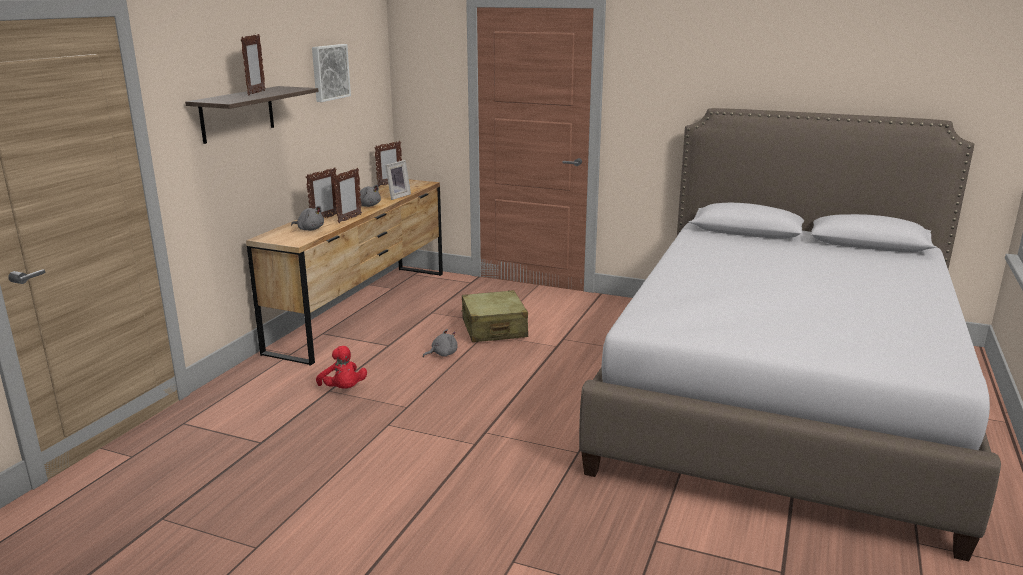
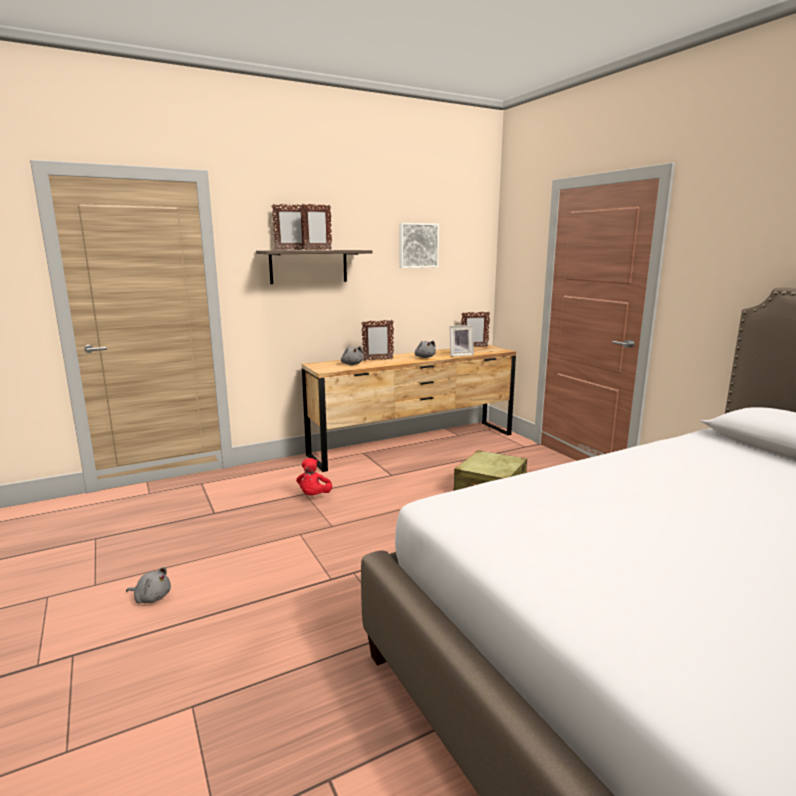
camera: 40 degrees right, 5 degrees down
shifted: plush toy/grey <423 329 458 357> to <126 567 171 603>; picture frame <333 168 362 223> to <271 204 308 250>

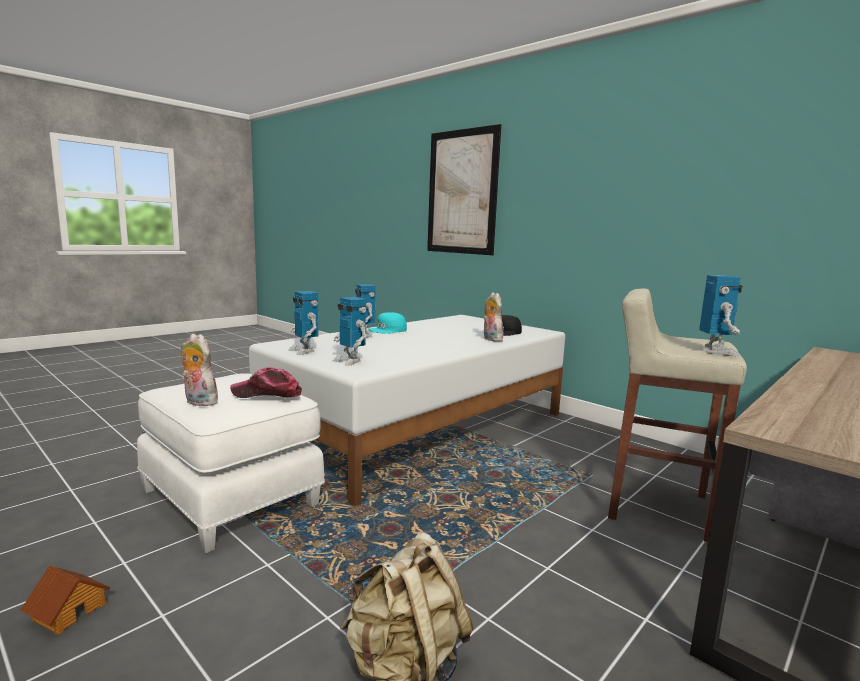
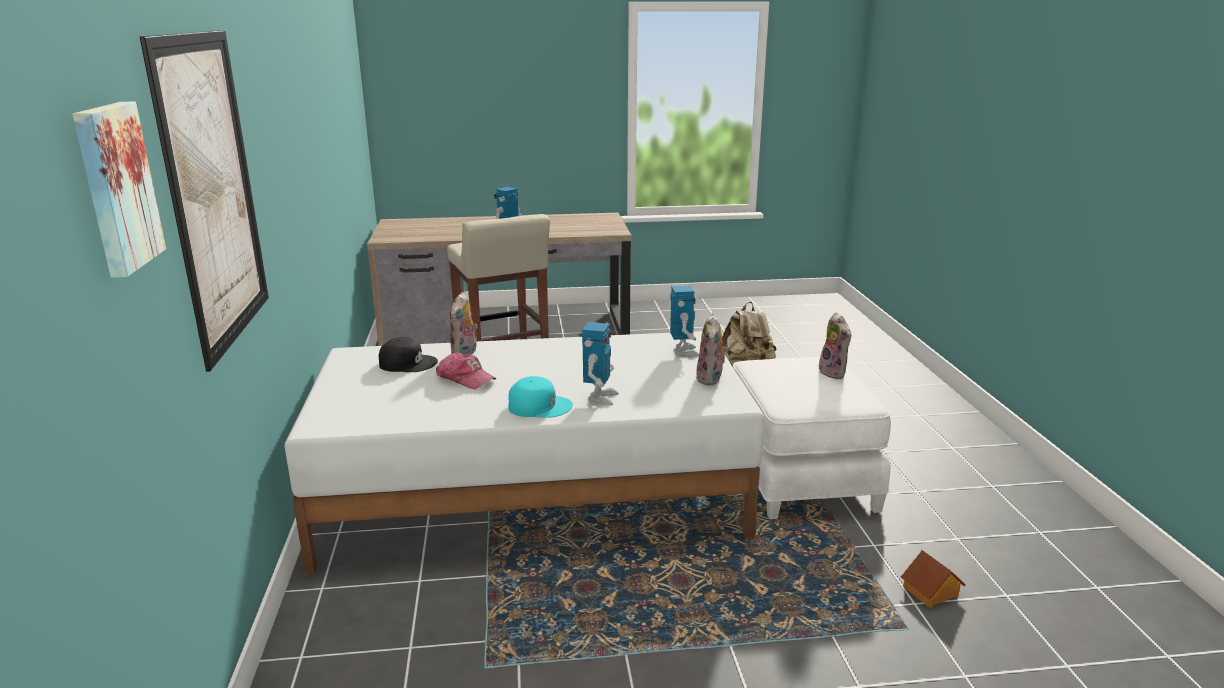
camera: 140 degrees left, 10 degrees up
new: picture <73 102 166 278>
shifted: cap <230 367 302 398> to <436 352 496 389>; toy house <21 565 111 634> to <901 550 966 608>
swapped: toy robot <288 291 319 355> to plush toy <696 313 728 385>

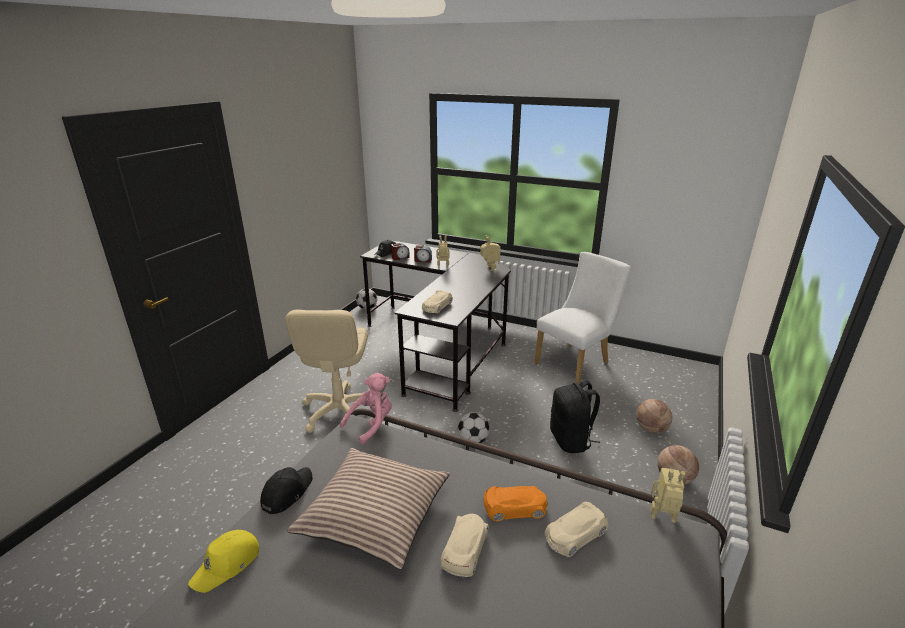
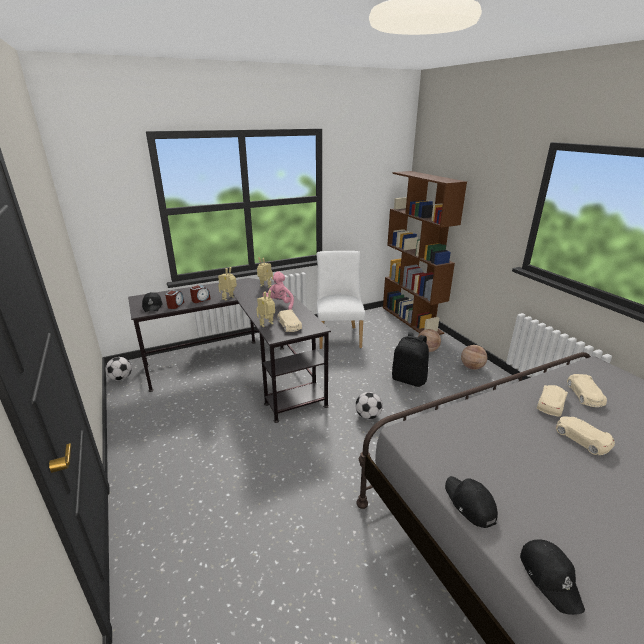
camera: 50 degrees left, 0 degrees up
gone: office chair/beige <285 310 368 433>; pillow <287 448 450 570>
new: bookcase/brown <383 171 467 335>
shifted: toy robot <651 468 686 523> to <257 290 275 327>; plush toy/pink <340 373 392 445> to <263 272 294 310>
repainted: cap/yellow <188 530 259 593> to cap/black <520 540 585 615>; toy car/orange <484 486 548 522> to toy car/beige <537 385 568 417>

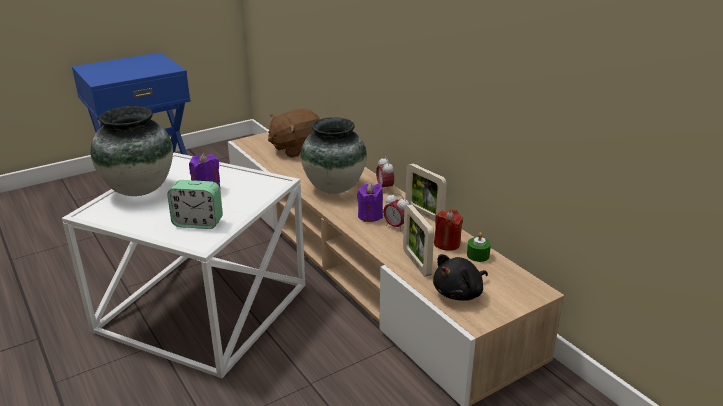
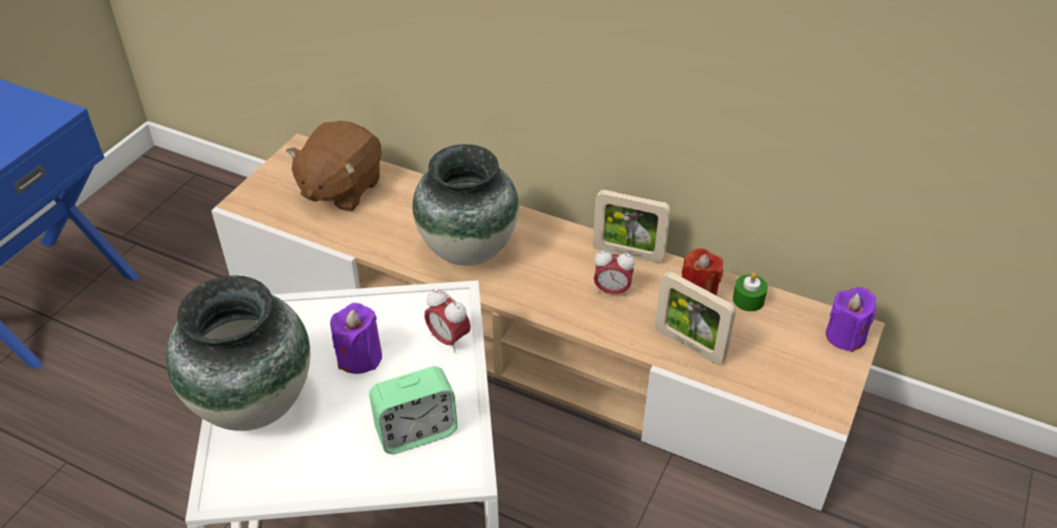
camera: 30 degrees left, 15 degrees up
gone: plush toy/black <433 254 488 301>
shifted: alarm clock <376 156 394 193> to <424 289 471 352>; candle/purple <357 183 383 222> to <826 287 876 352>

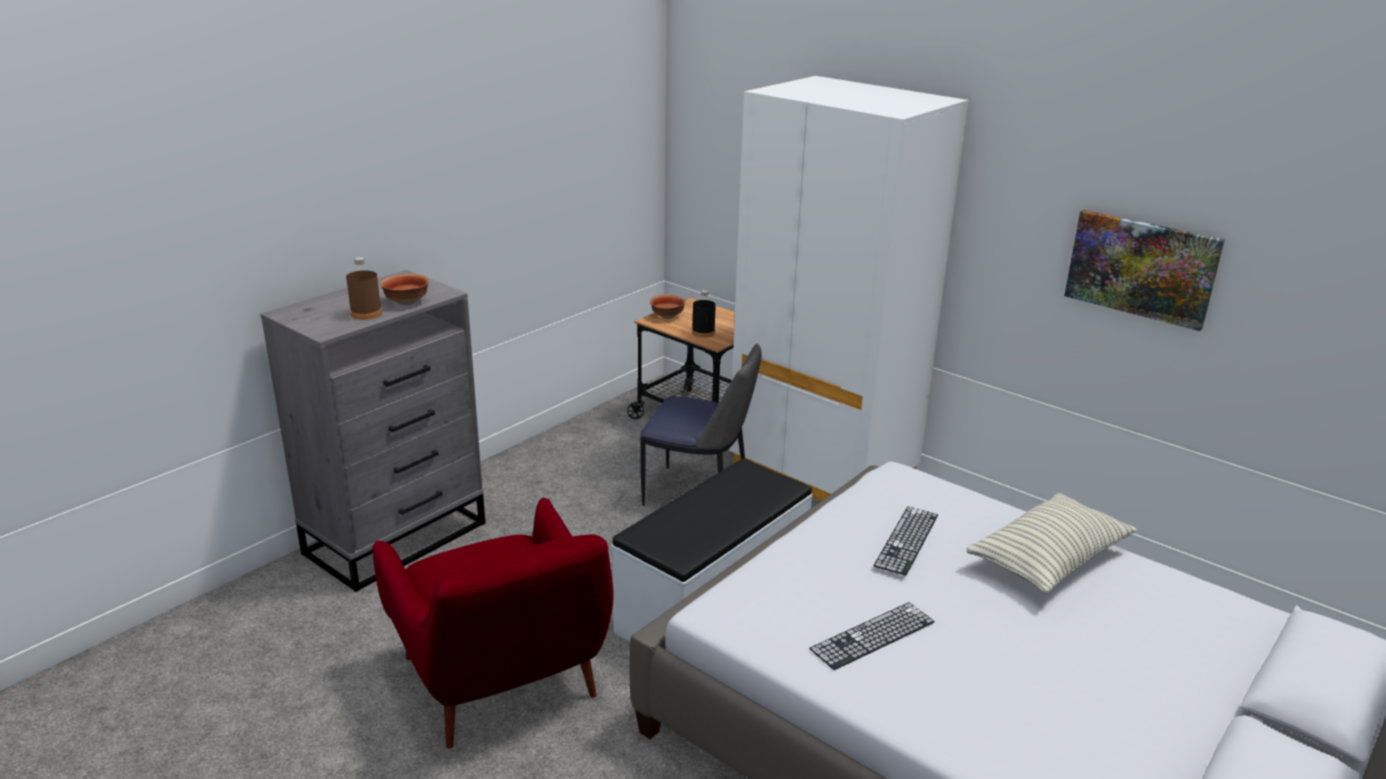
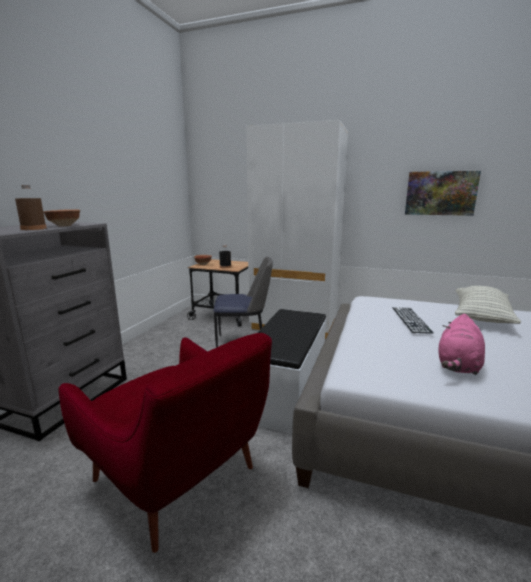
camera: 20 degrees left, 10 degrees down
swapped: keyboard <809 602 935 670> to plush toy/pink <438 314 485 375>

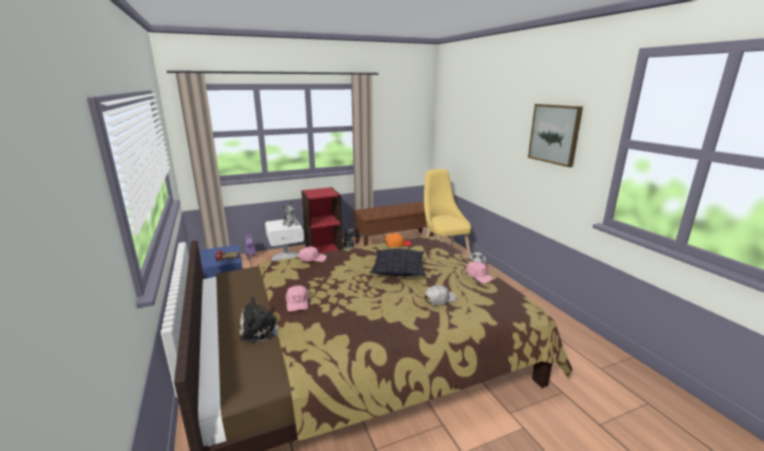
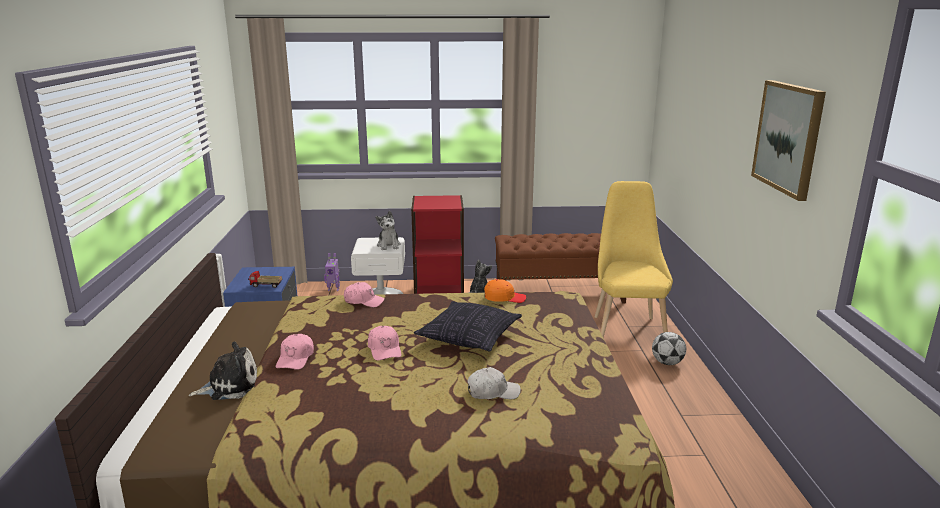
camera: 20 degrees right, 0 degrees up
shifted: cap/pink <466 262 494 283> to <368 326 401 361>
rotated: plush toy <239 296 279 342> = <189 341 257 400> 150 degrees clockwise

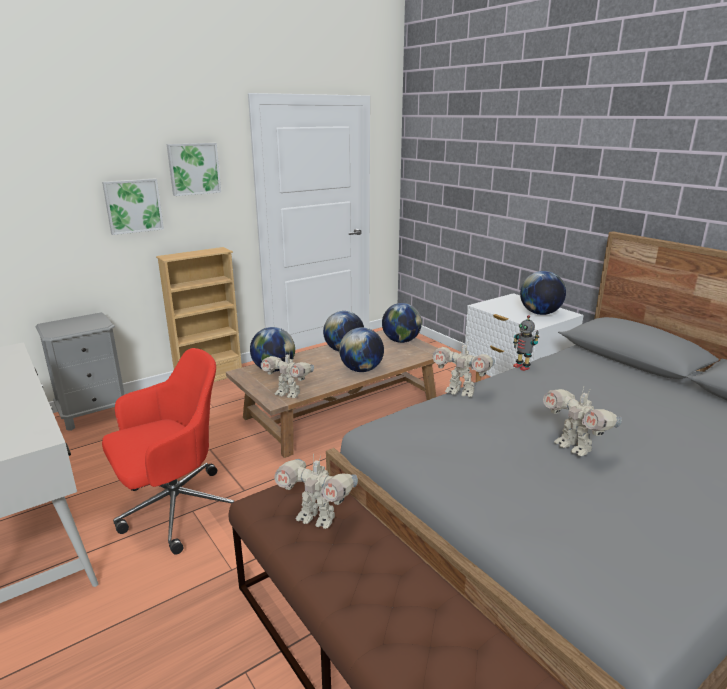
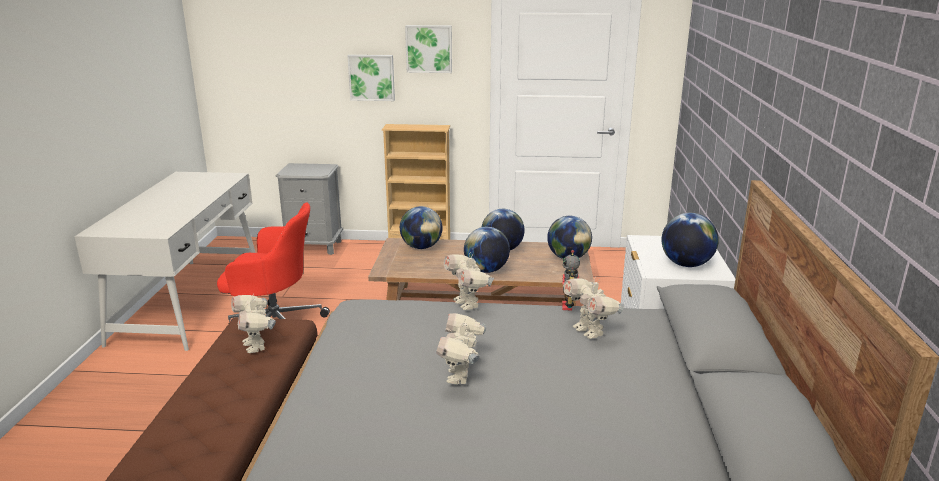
camera: 40 degrees right, 0 degrees up
shifted: toy robot <261 350 314 398> to <563 276 624 339>

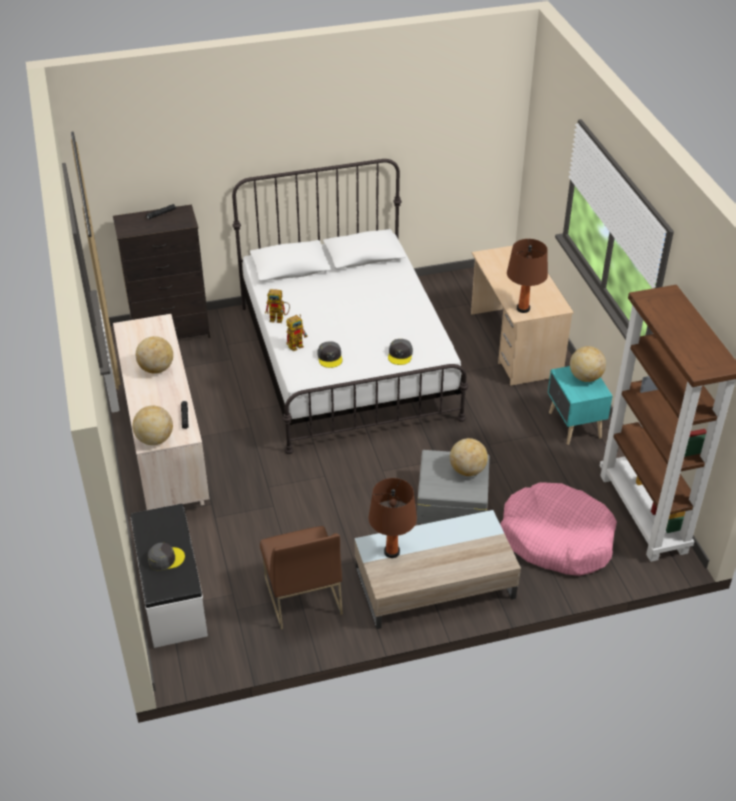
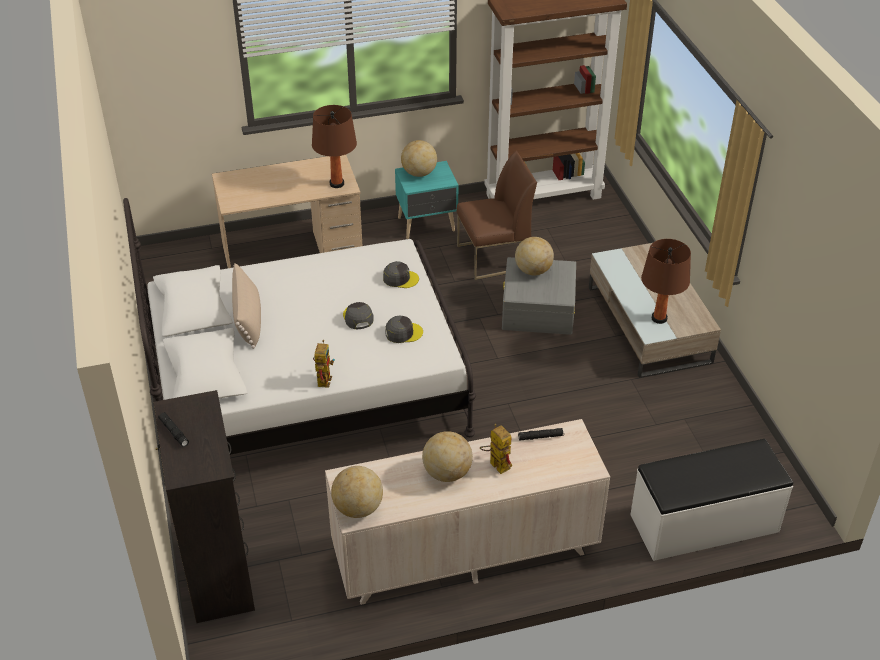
camera: 90 degrees left, 0 degrees up
gone: dog bed/pink <500 482 617 576>
new: pillow/beige <232 263 261 349>
shifted: globe <132 406 173 445> to <331 466 383 518>; cap/grey <148 543 185 571> to <343 302 374 329>; chair/brown <260 526 343 630> to <457 151 537 280>; toy robot <286 314 308 351> to <480 424 512 474>

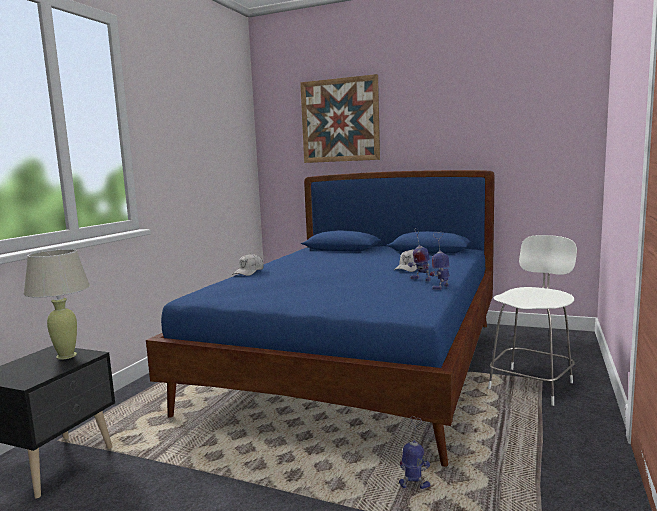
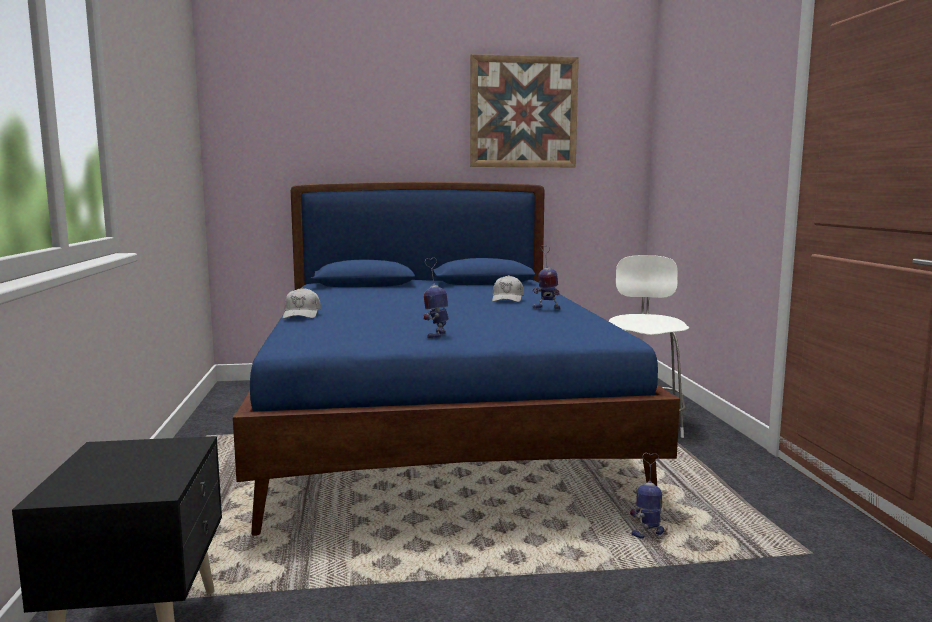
camera: 30 degrees left, 0 degrees up
gone: table lamp/beige <24 249 90 360>
shifted: toy robot <430 232 450 290> to <423 258 449 339>; picture <300 74 380 163> to <470 54 579 167>

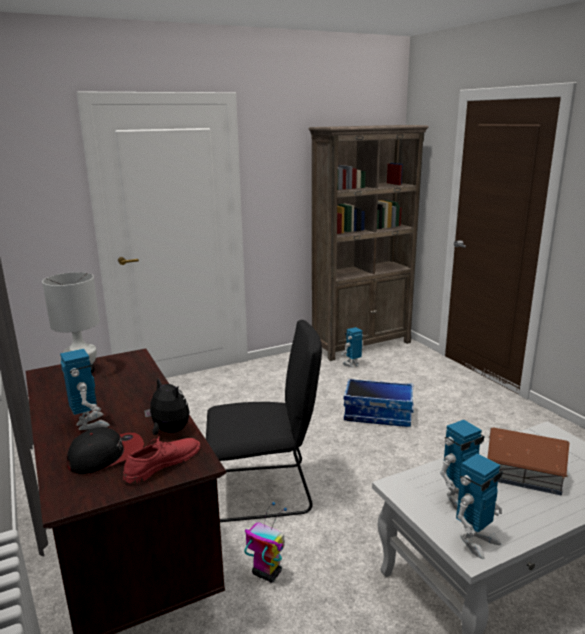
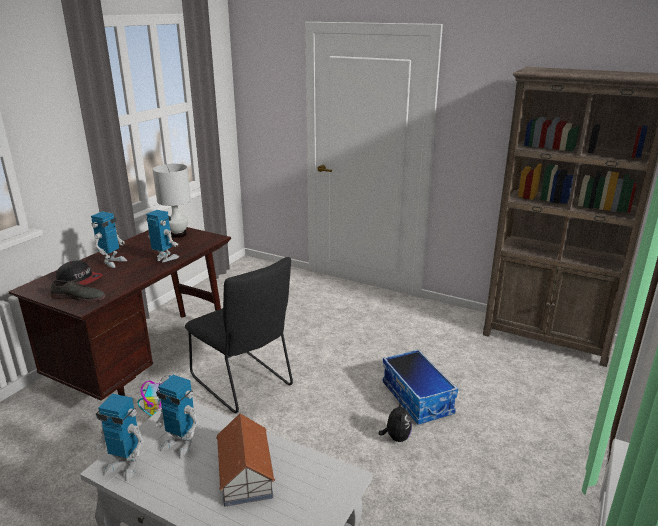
camera: 55 degrees right, 5 degrees up
shifted: toy robot <341 327 364 368> to <146 210 179 262>; plush toy <144 378 189 435> to <378 401 412 442>
repainted: shoe/red <123 436 200 485> to shoe/grey <50 279 106 302>

